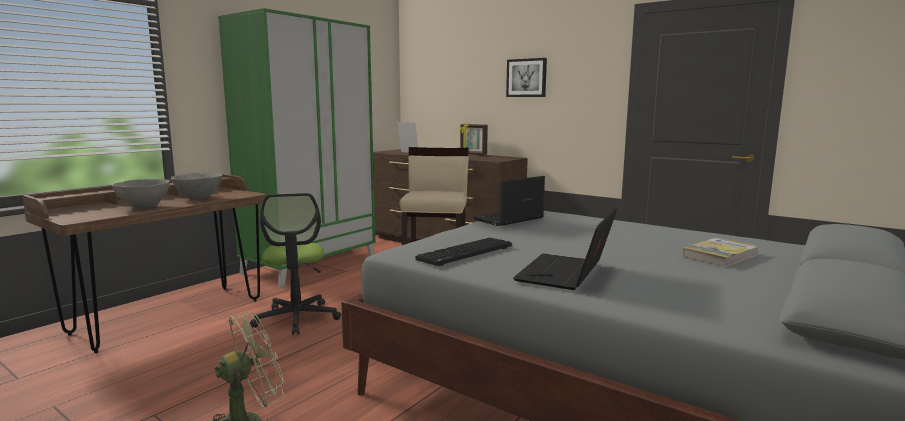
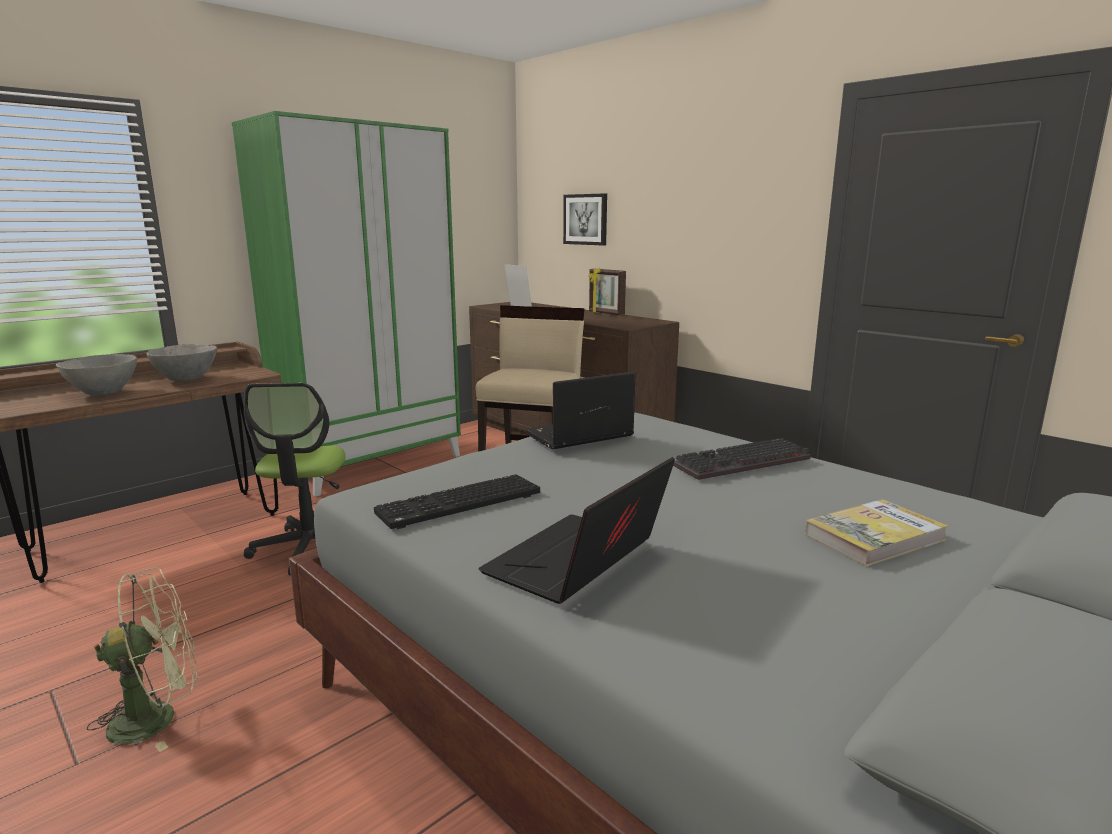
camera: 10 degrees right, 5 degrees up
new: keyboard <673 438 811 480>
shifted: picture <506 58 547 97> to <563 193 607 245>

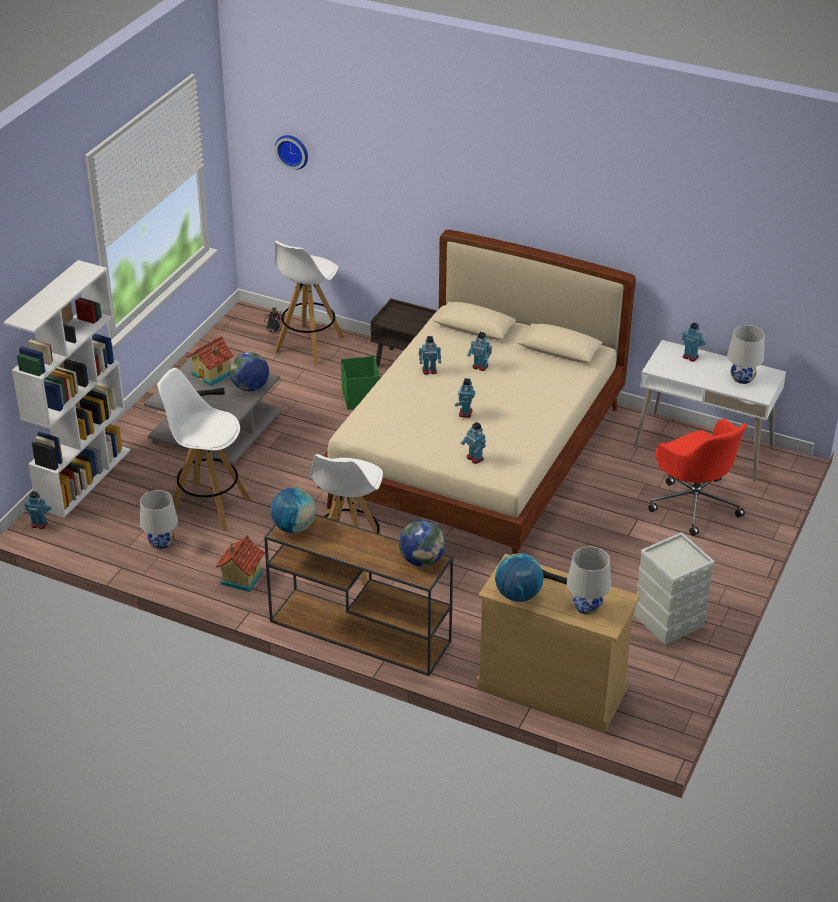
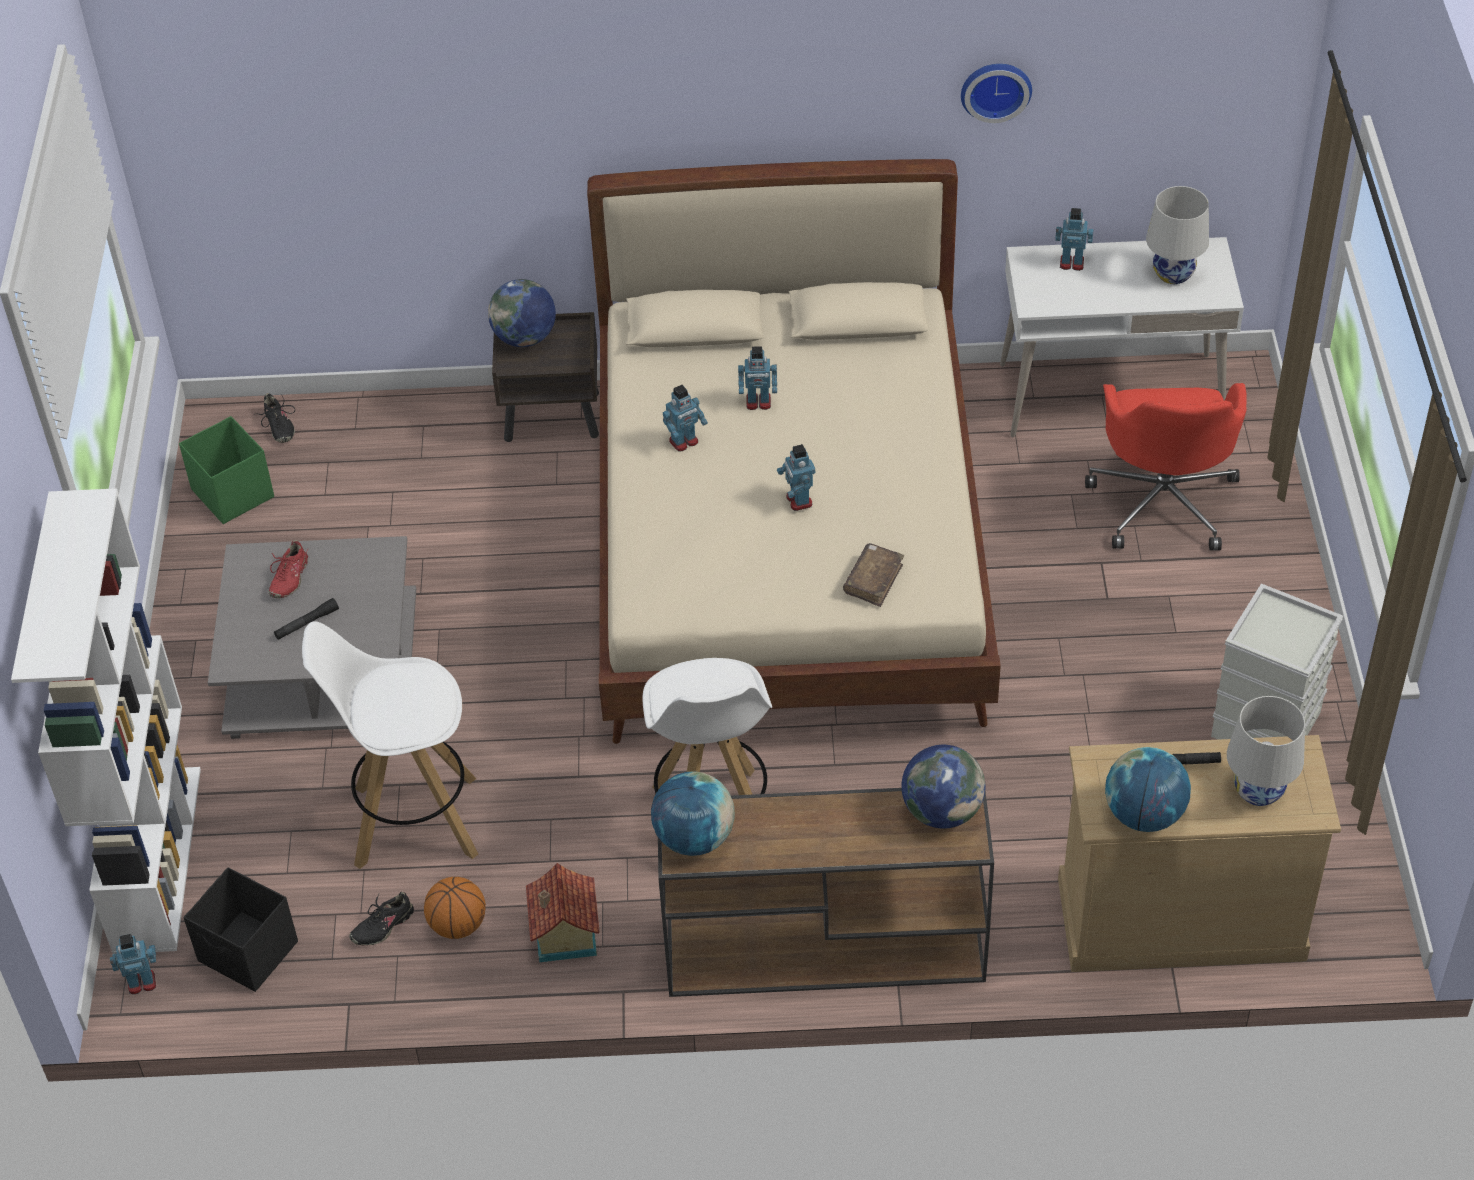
camera: 25 degrees left, 10 degrees up
gone: stool/white <274 241 345 366>
new: storage box/black <183 867 298 992>; basketball <424 877 486 939>
shifted: storage box/green <341 356 380 409> to <179 416 274 524>; globe <230 352 269 391> to <488 279 556 347>; wall clock <275 135 308 170> to <961 64 1032 123>
swapped: toy house <187 336 234 386> to shoe/red <268 540 308 598>; table lamp/white <140 490 178 549> to shoe/black <349 892 414 946>; toy robot <461 422 486 464> to book/brown <843 543 904 607>
rotated: office chair/red <648 419 747 536> = <1085 383 1247 551> 60 degrees clockwise

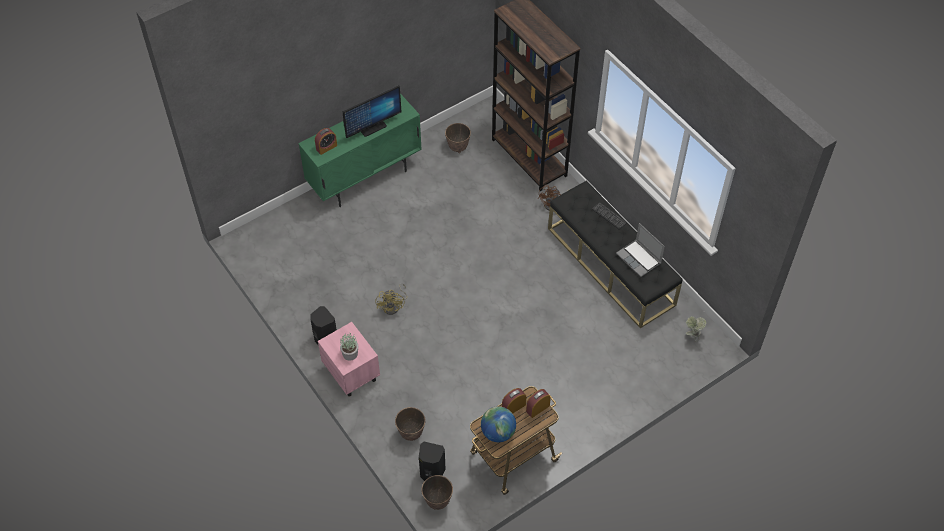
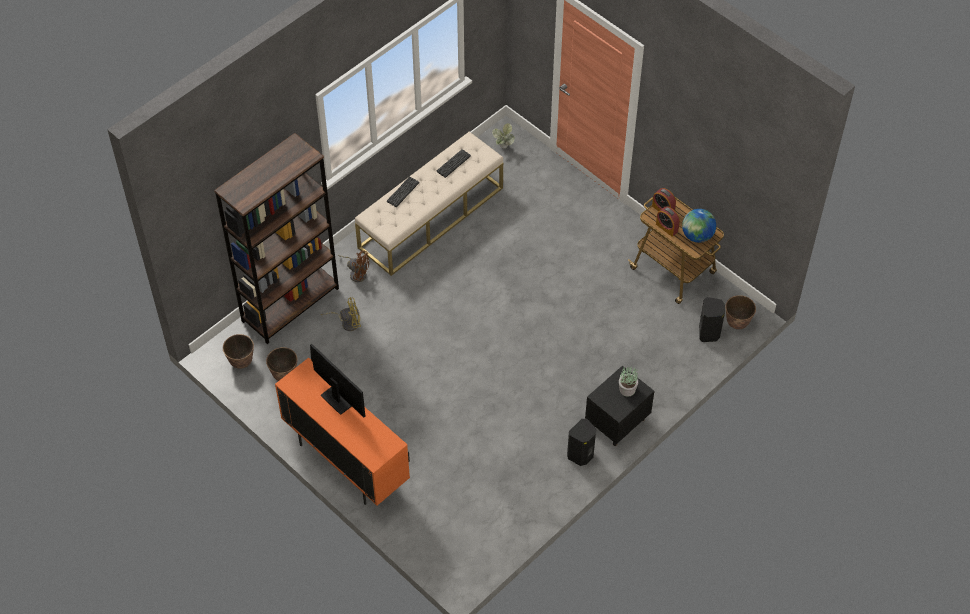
camera: 100 degrees left, 0 degrees up
gone: alarm clock <315 128 337 155>
shifted: planter <395 407 426 441> to <223 334 254 369>; fan/yellow <375 283 408 315> to <321 297 361 331>
swapped: laptop <616 223 665 277> to keyboard <437 149 471 178>
repainted: cabinet/green <298 93 422 207> to cabinet/orange <275 358 410 506>; bench/black <548 181 683 328> to bench/beige <355 132 503 276>; nightstand/pink <318 322 380 396> to nightstand/black <585 366 655 446>

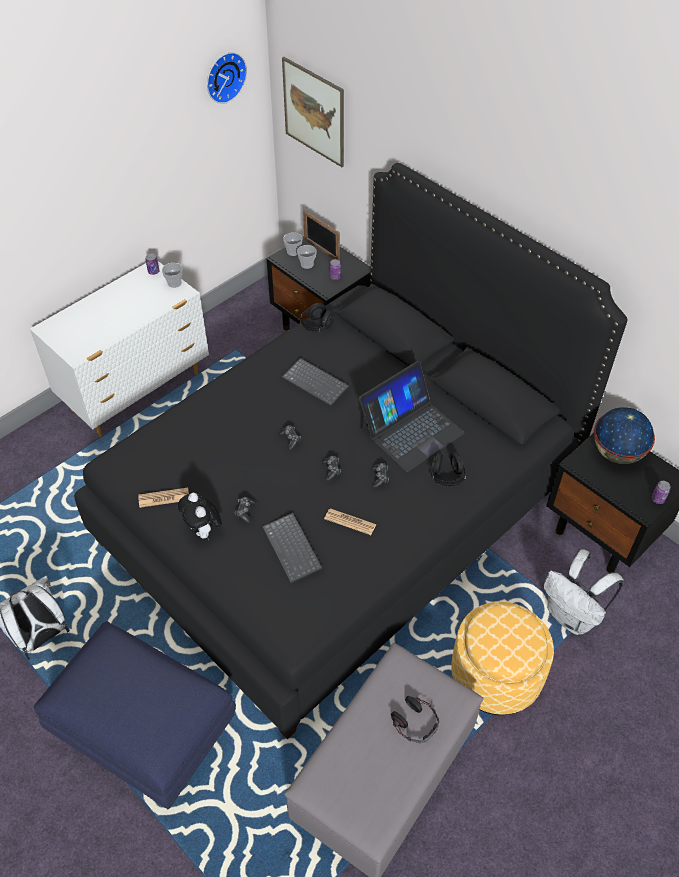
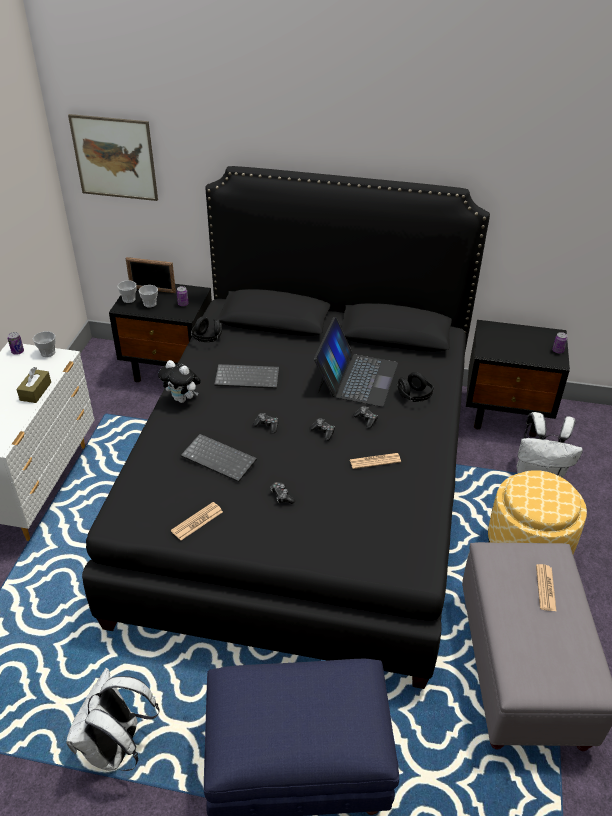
camera: 35 degrees left, 10 degrees down
gone: wall clock <207 52 247 104>; globe <594 407 655 464>
new: tissue box/brown <16 367 51 403>
shifted: plush toy <178 493 222 540> to <158 360 201 403>; keyboard <262 513 322 583> to <181 434 257 482>
swapped: headphones <391 696 439 743> to newspaper <536 564 557 612>

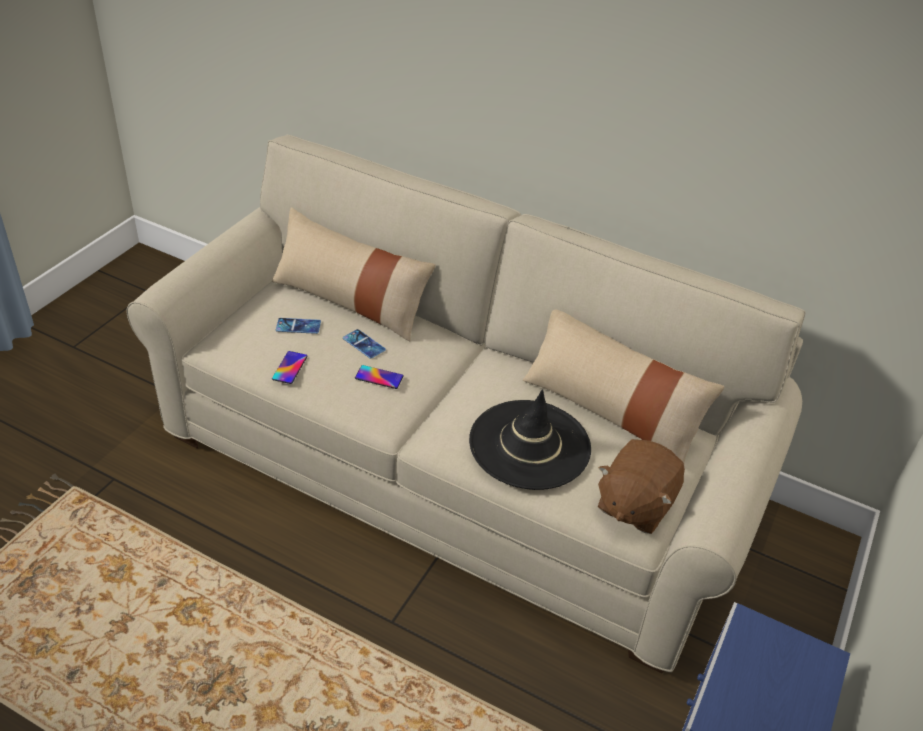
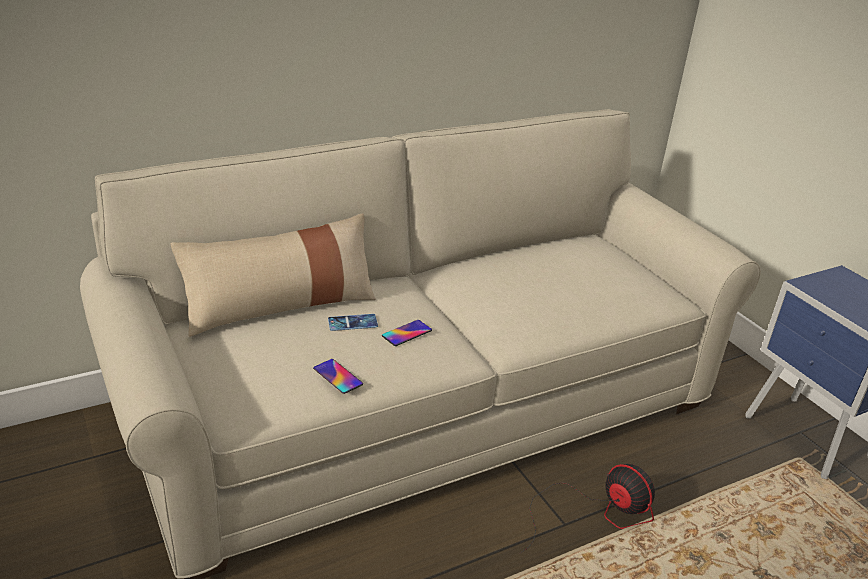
camera: 55 degrees left, 10 degrees down
gone: phone <276 318 321 334>; hat/black <469 390 591 490>; pillow/beige <523 309 725 464>; plush toy/brown <598 439 685 534>
new: fan <519 464 655 554>

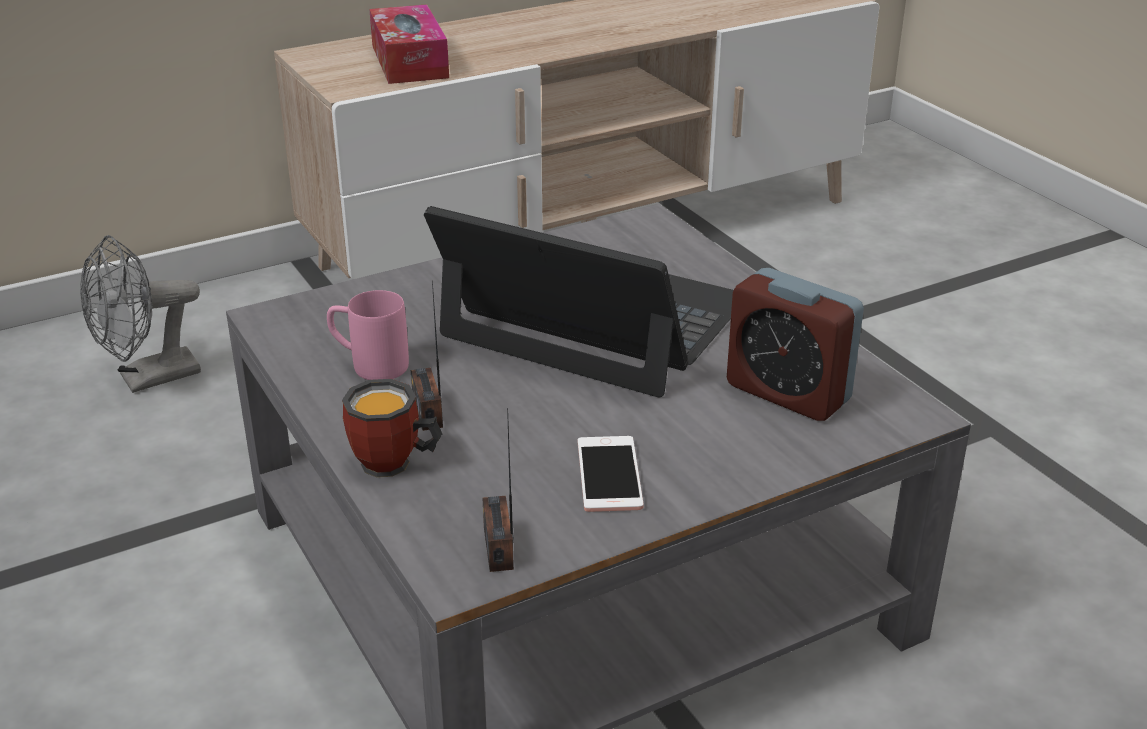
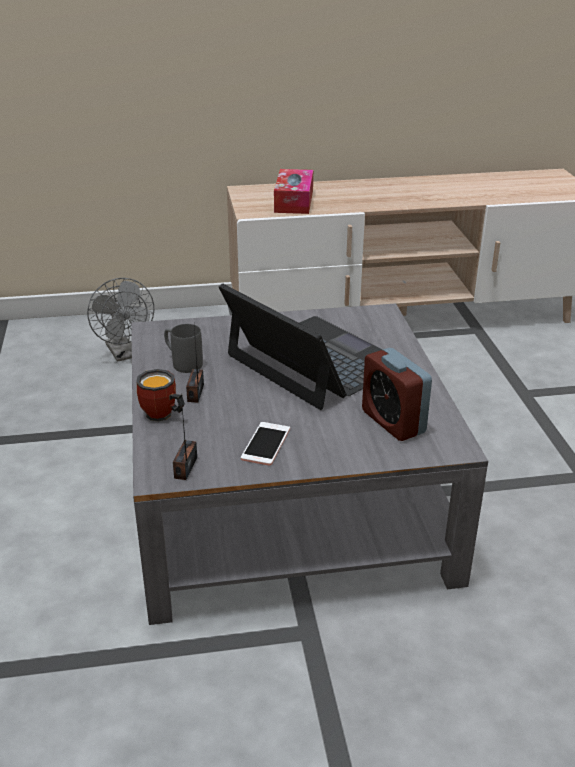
camera: 20 degrees right, 0 degrees up
repainted: mug/pink <327 290 409 380> to mug/grey <164 324 203 373>
rotated: fan/grey <80 235 201 393> = <87 278 154 362> 105 degrees counterclockwise

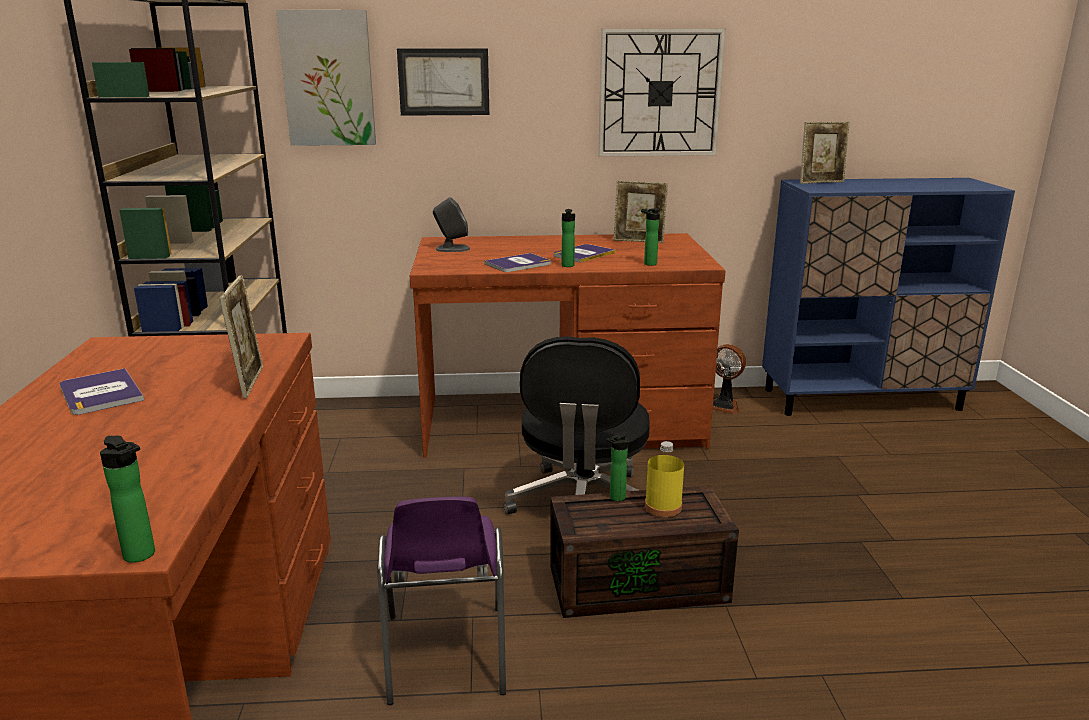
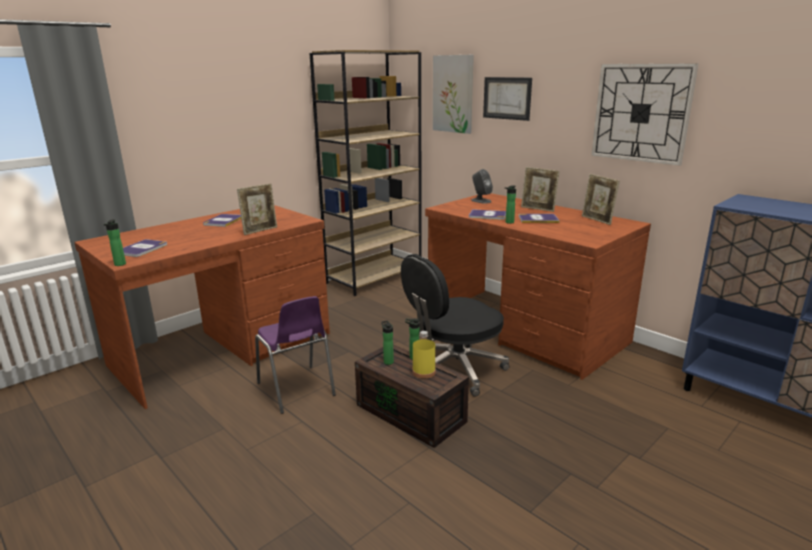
camera: 50 degrees right, 0 degrees up
gone: fan <713 344 746 414>
new: book <123 239 167 257>
shifted: bottle <641 208 660 266> to <381 321 394 365>; picture frame <800 122 850 184> to <521 167 560 212>
rotated: chair/purple <377 497 506 705> = <255 296 336 414> 75 degrees counterclockwise

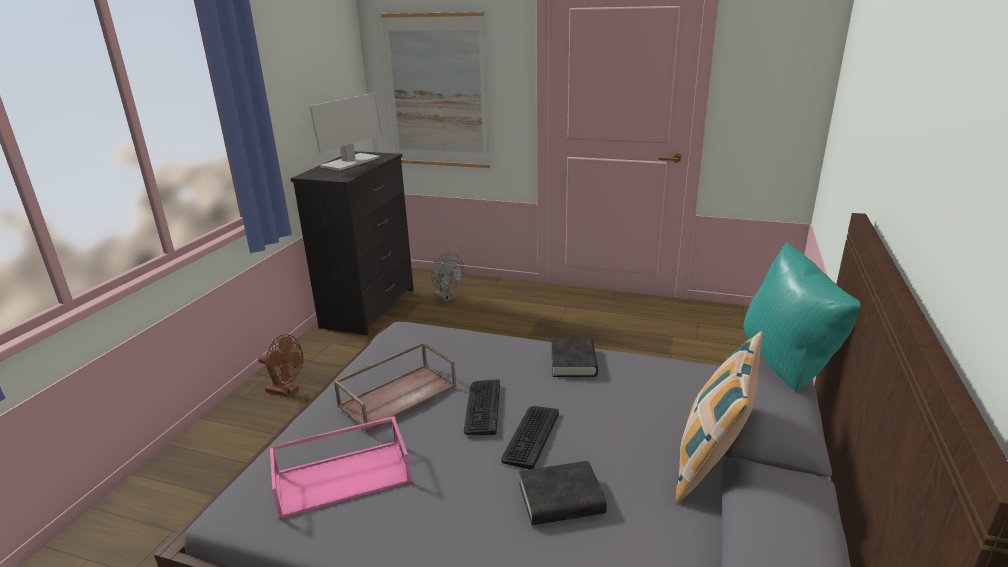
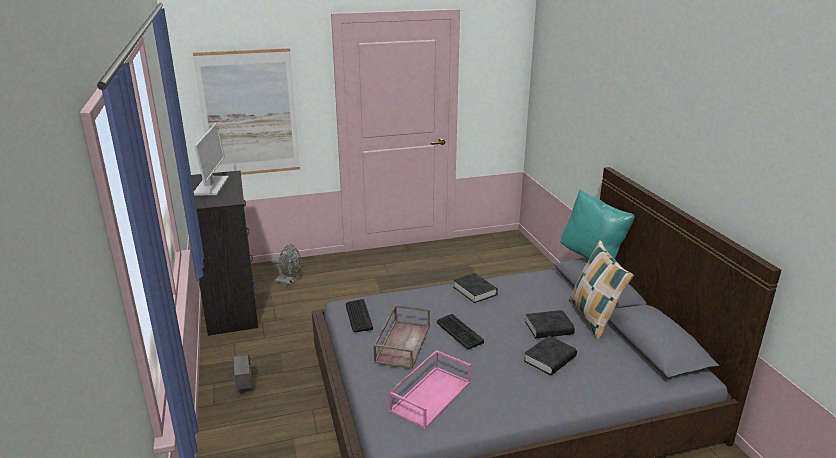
camera: 35 degrees left, 0 degrees up
new: book/black <525 310 575 338>
shifted: keyboard <501 406 559 470> to <346 299 373 332>
swapped: fan/brown <258 334 303 397> to planter/grey <233 354 252 390>

